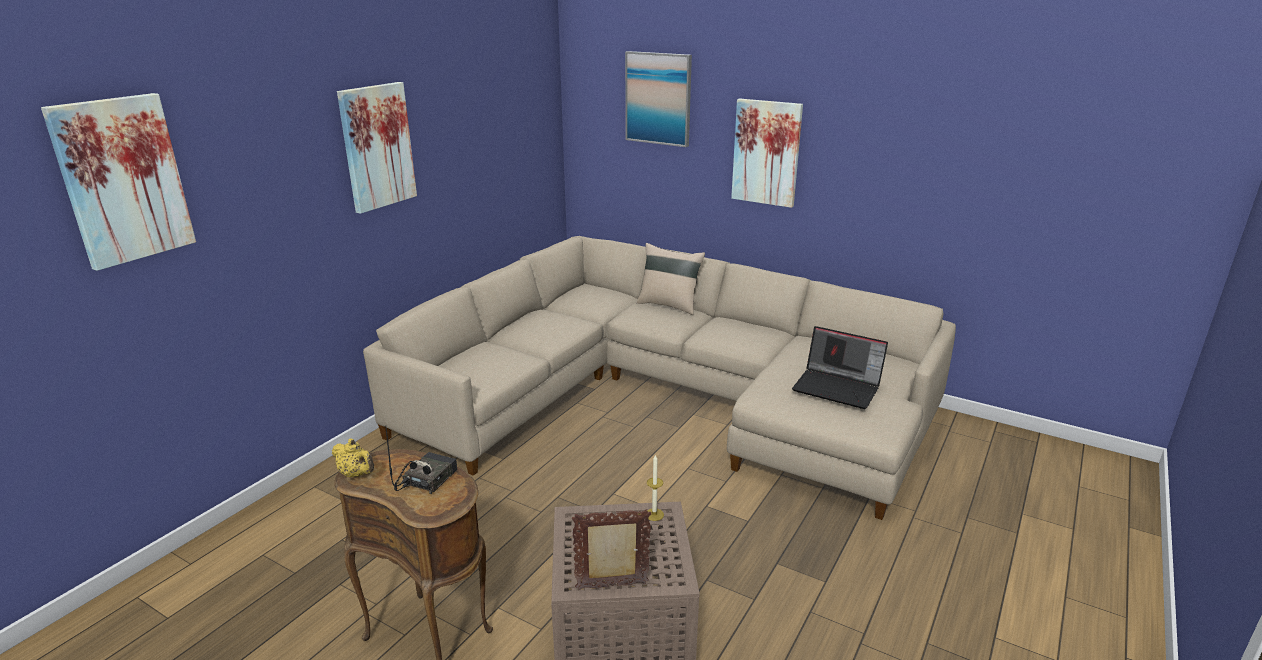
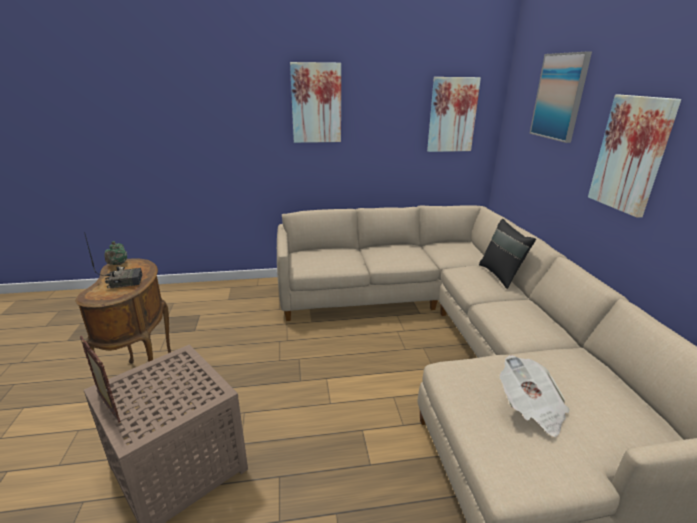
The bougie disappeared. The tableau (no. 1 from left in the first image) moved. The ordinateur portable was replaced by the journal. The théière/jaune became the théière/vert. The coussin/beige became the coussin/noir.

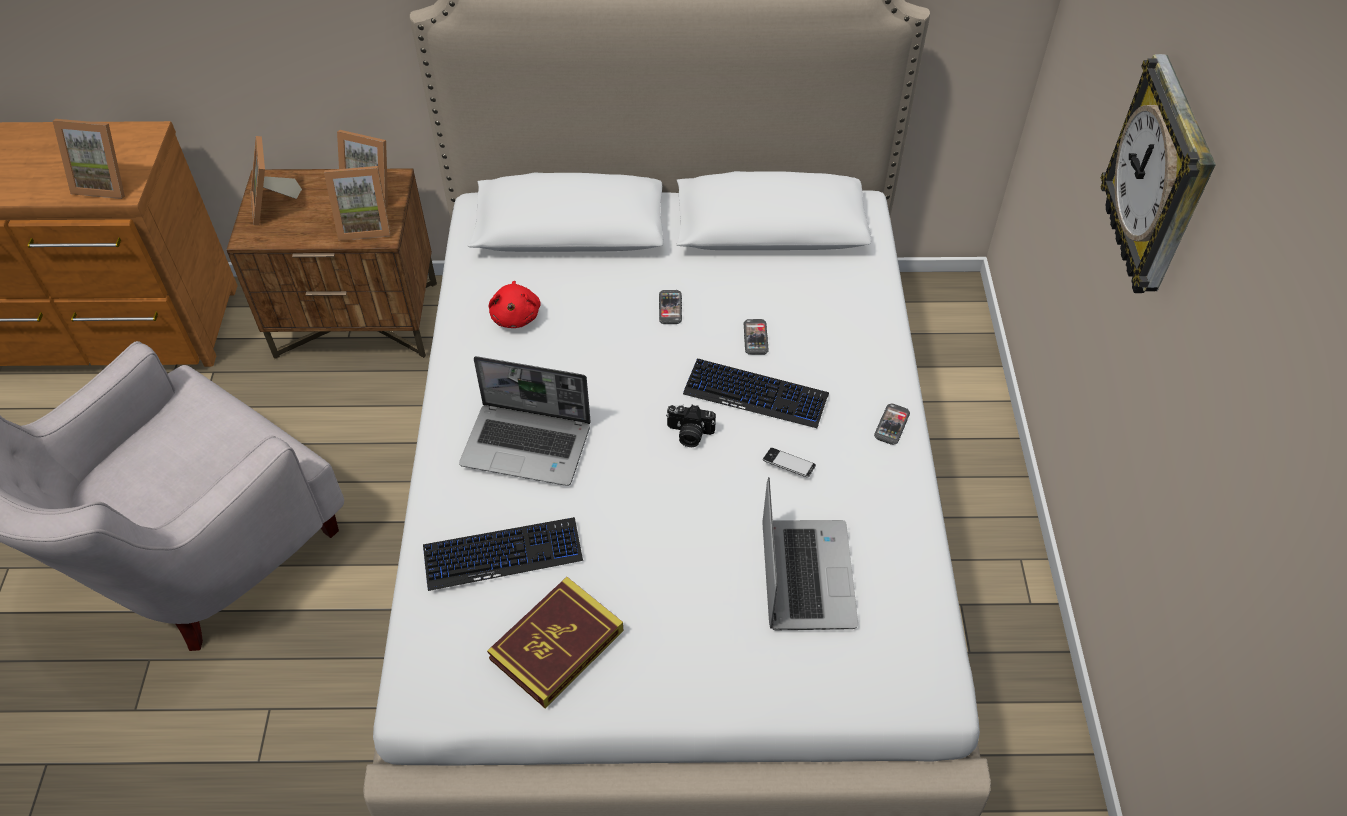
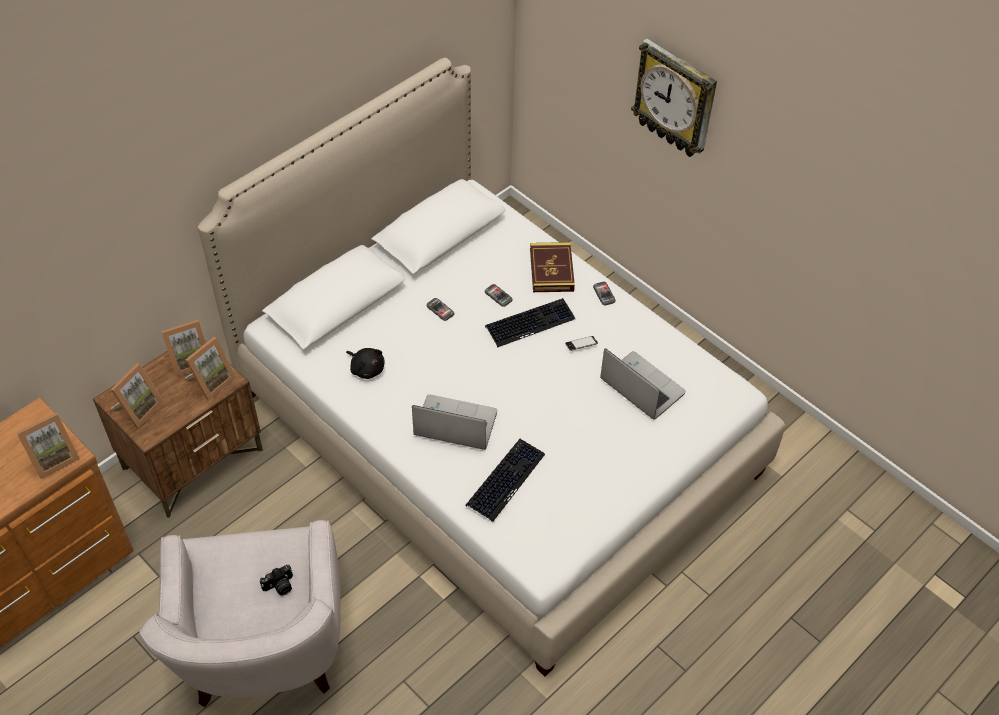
The livre moved. The appareil photo moved. The peluche/rouge became the peluche/noir. The cadre photo (no. 2 from left) turned 90 degrees counterclockwise. The ordinateur portable (no. 1 from left) turned 135 degrees counterclockwise.

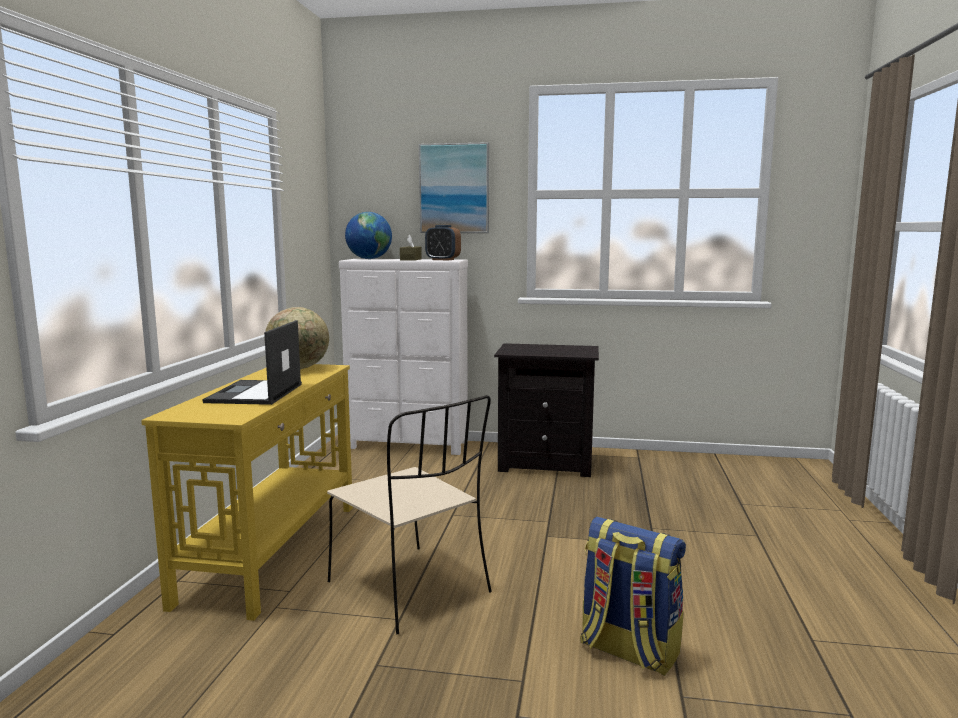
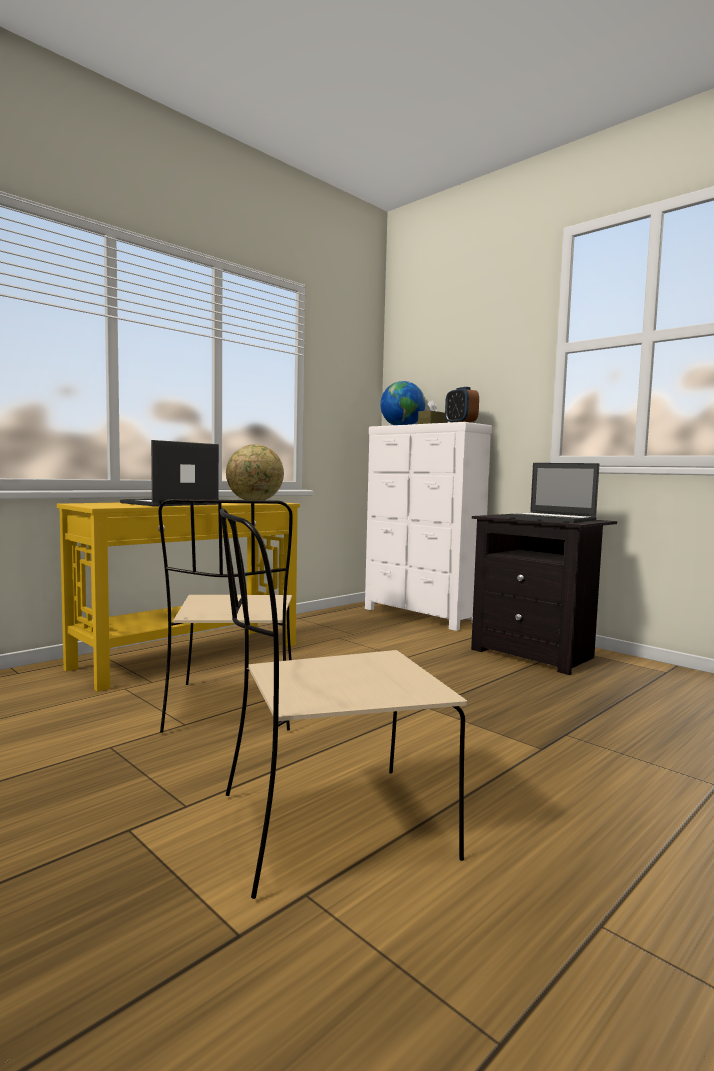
The tableau disappeared. The ordinateur portable (no. 2 from left) appeared. The sac à dos was replaced by the chaise/beige (no. 2 from left).

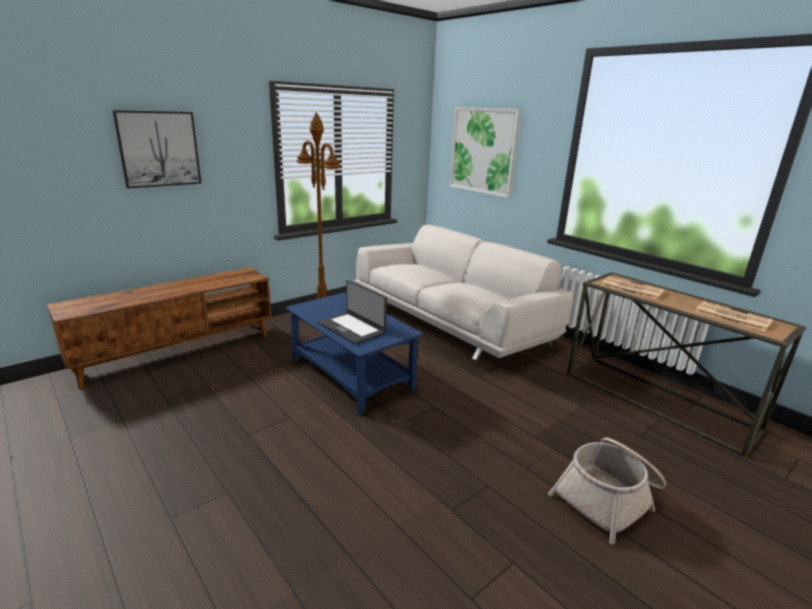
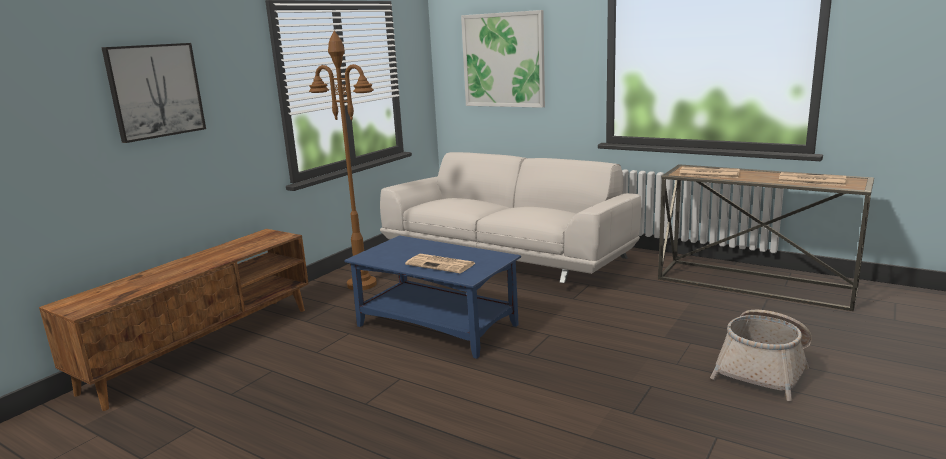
The ordinateur portable was replaced by the journal (no. 1 from left).

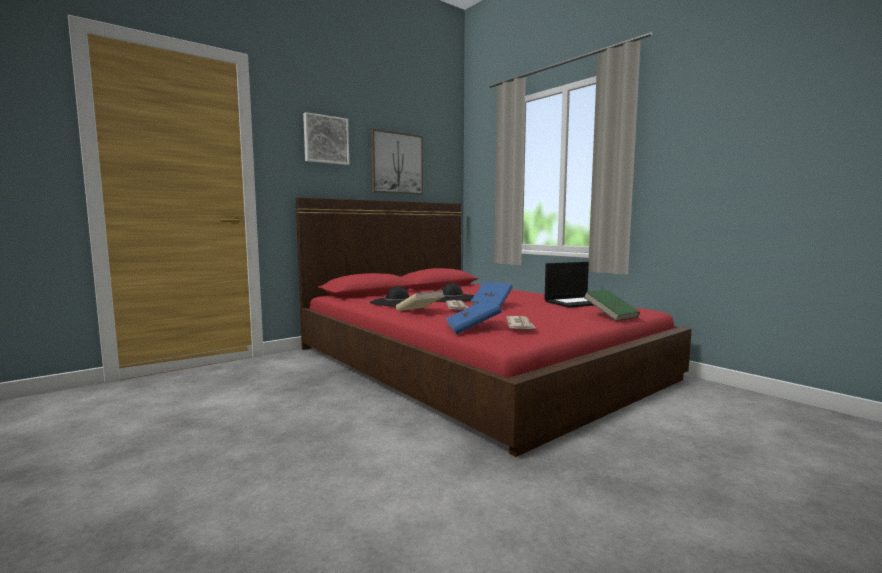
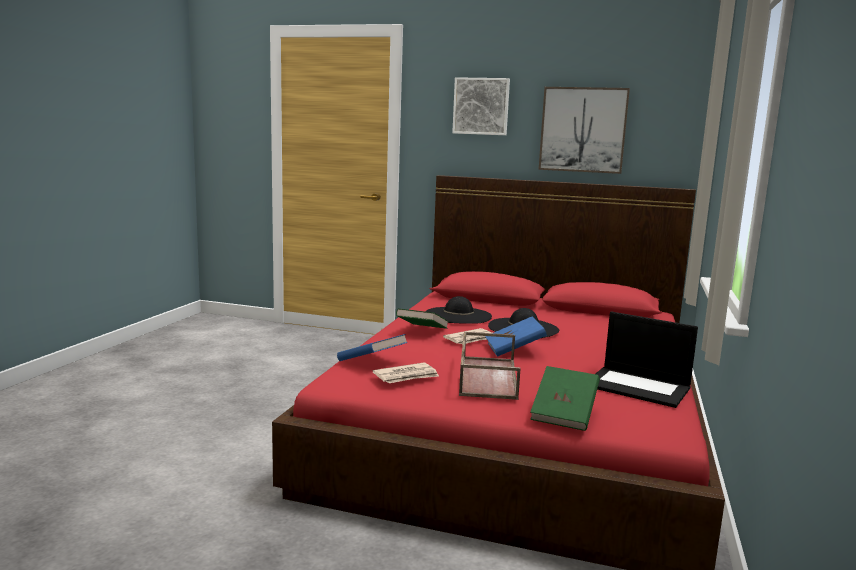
The plateau/marron appeared. The livre/beige became the livre/vert (no. 1 from left).

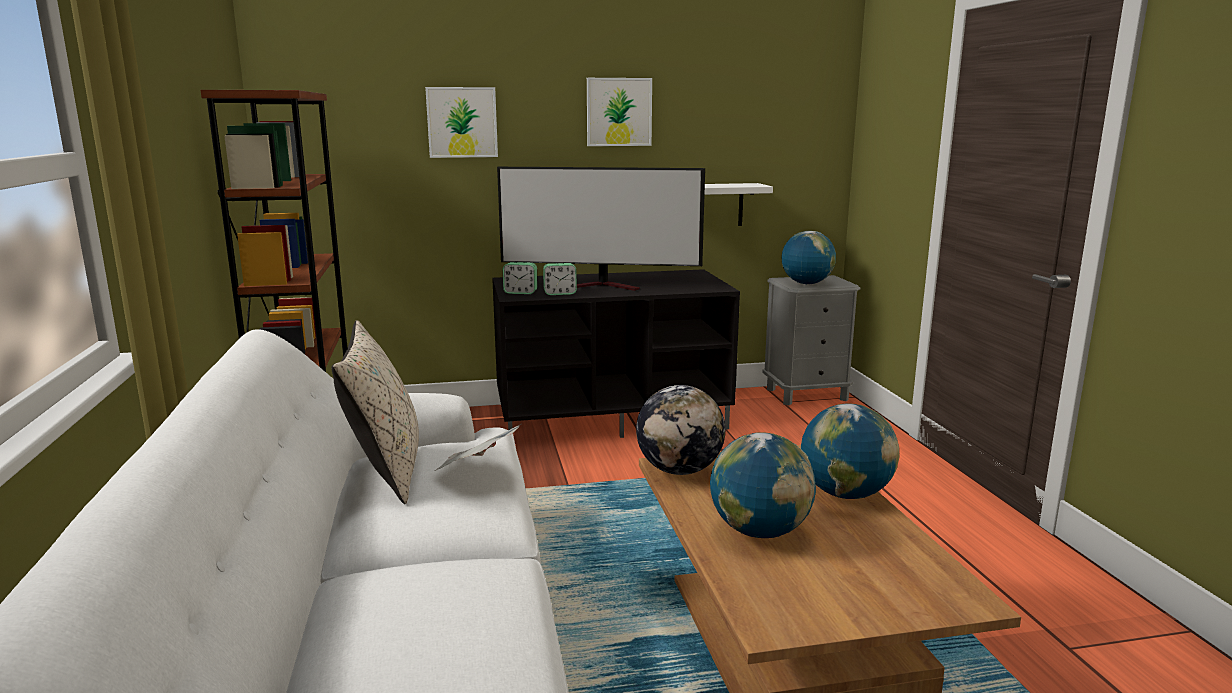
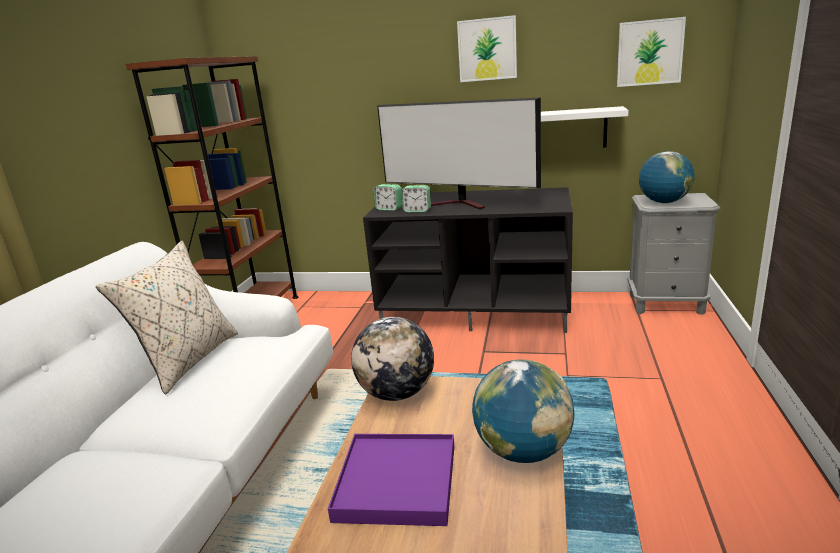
The journal disappeared. The tableau (no. 1 from left in the first image) moved. The globe (no. 2 from left) was replaced by the plateau/violet.

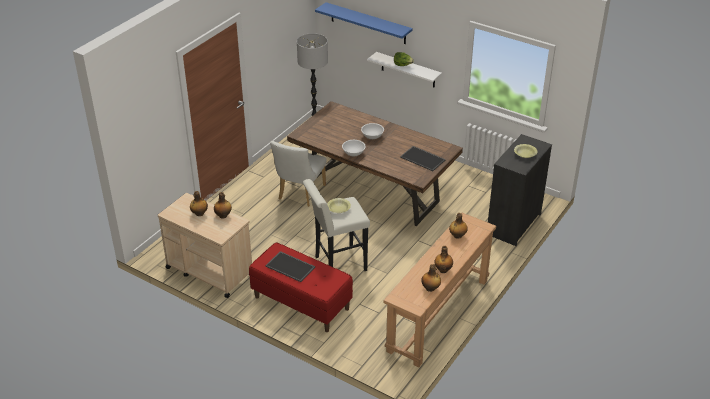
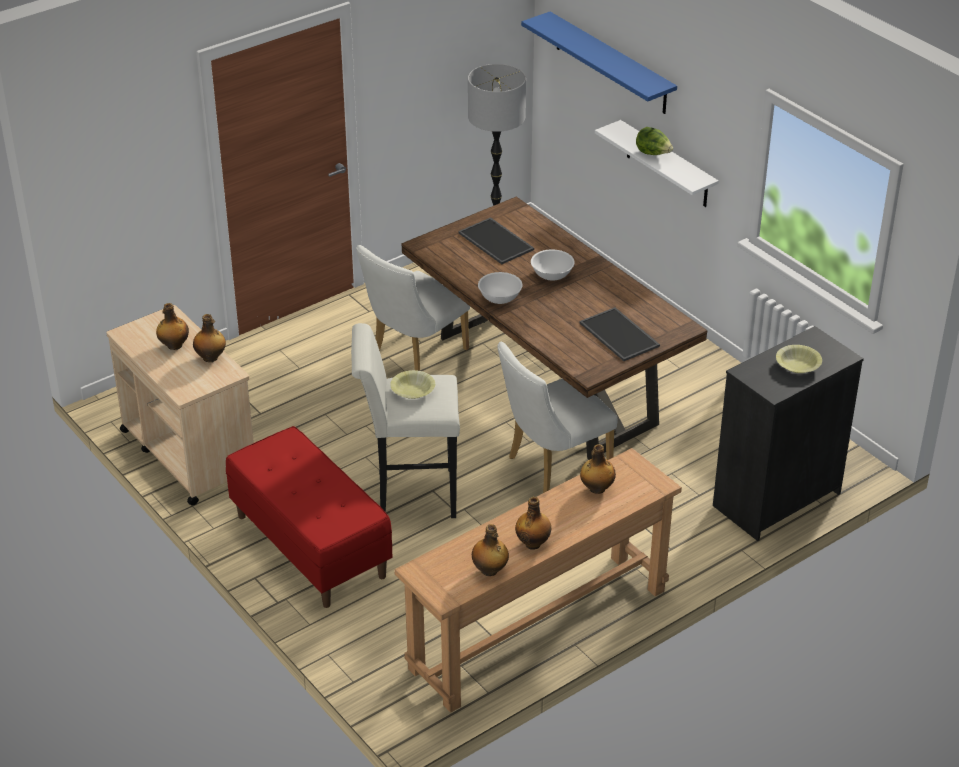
The chaise/blanc (no. 2 from left) appeared. The plateau (no. 1 from left) moved.

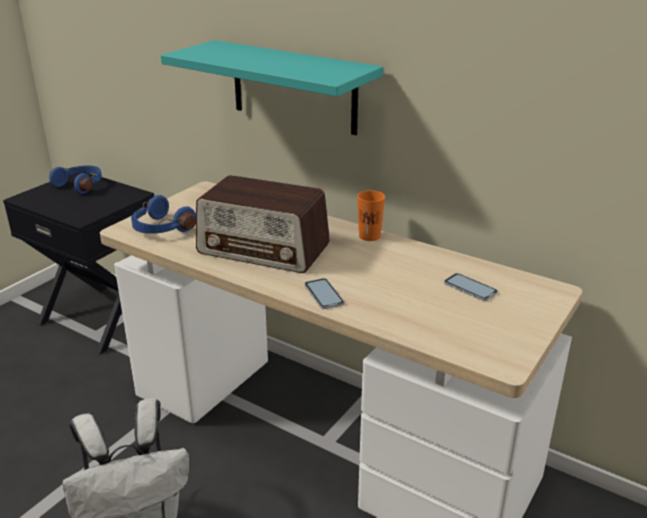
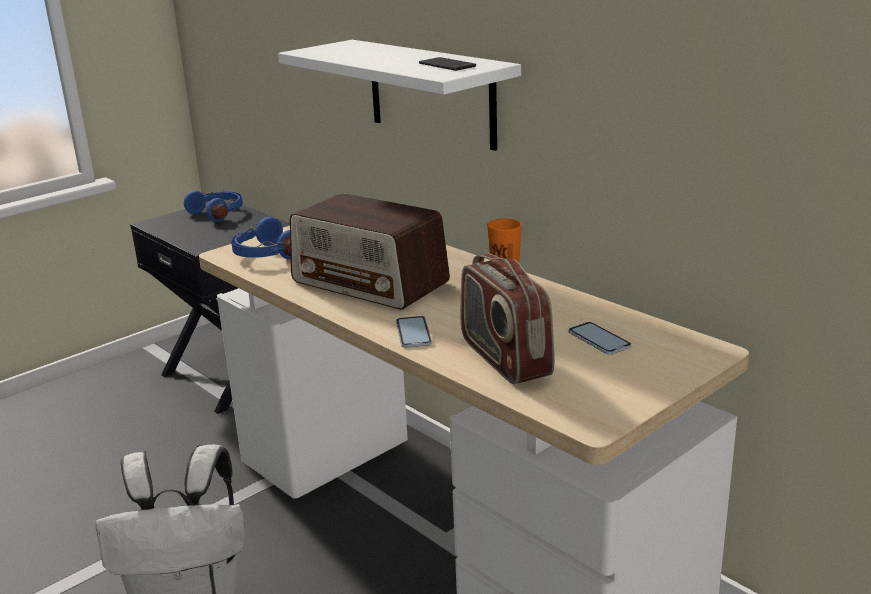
The téléphone (no. 2 from left) appeared. The radio (no. 2 from left) appeared. The étagère/turquoise became the étagère/blanc.

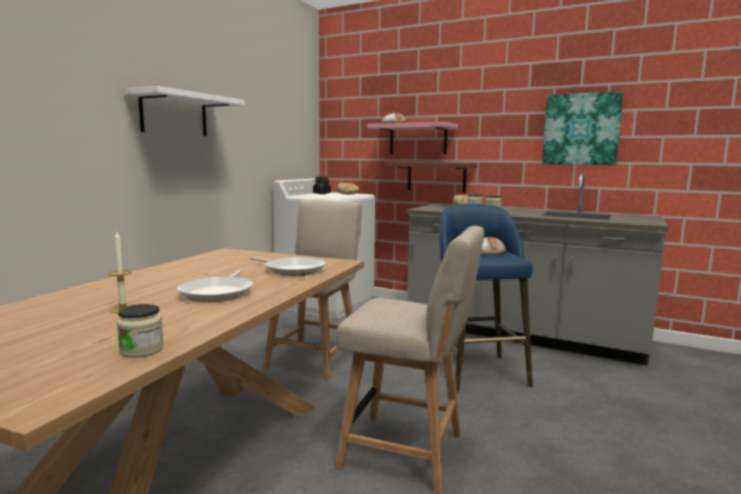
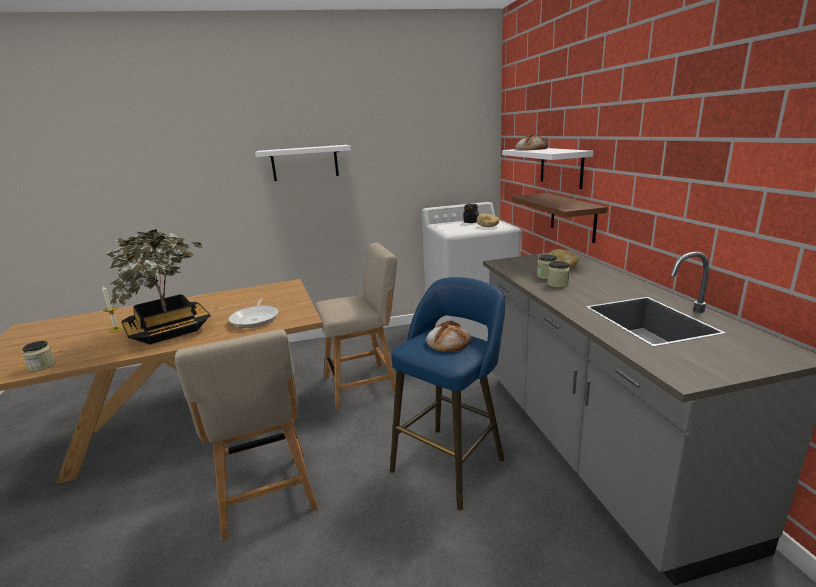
The tableau disappeared. The poêle (no. 1 from left) was replaced by the plante en pot. The étagère/rose became the étagère/blanc (no. 2 from left).

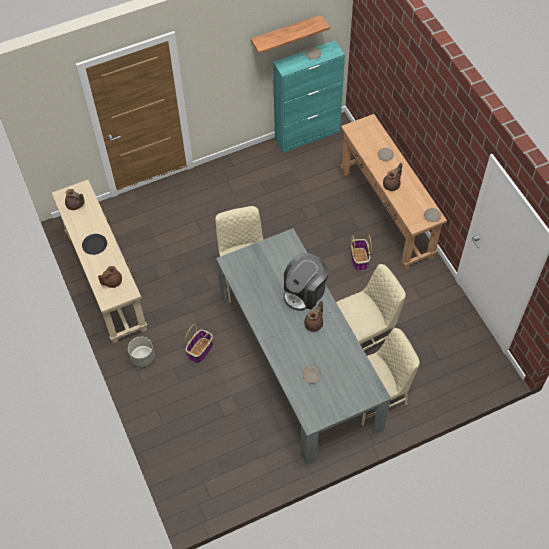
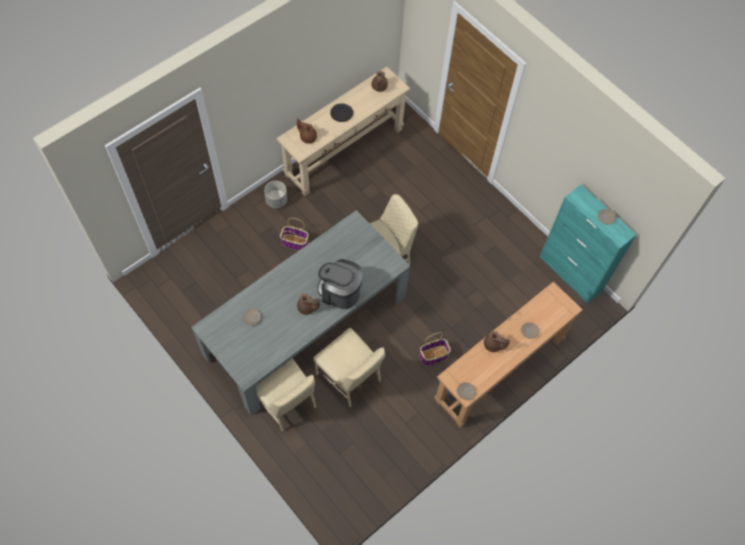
The étagère disappeared.

